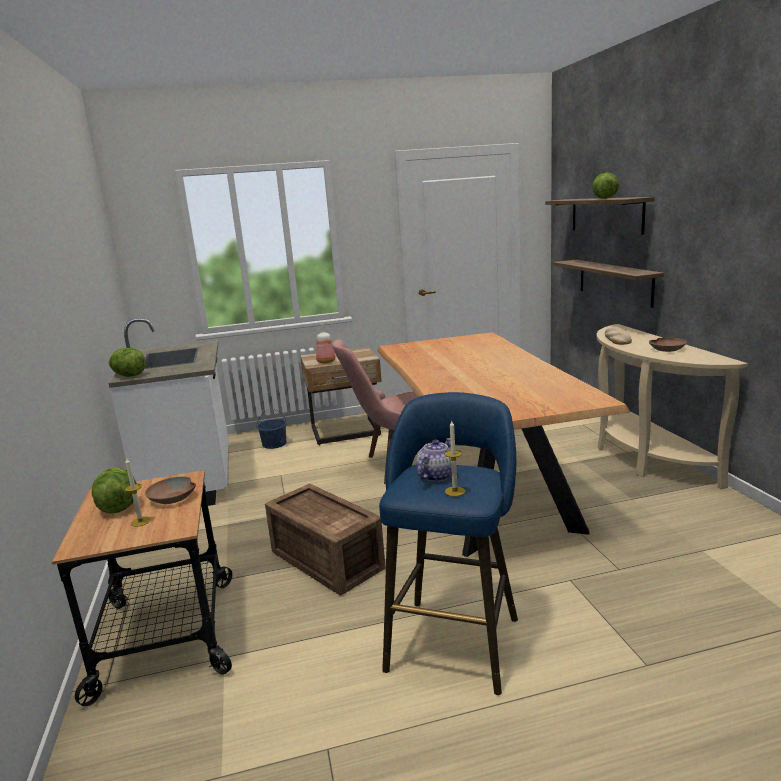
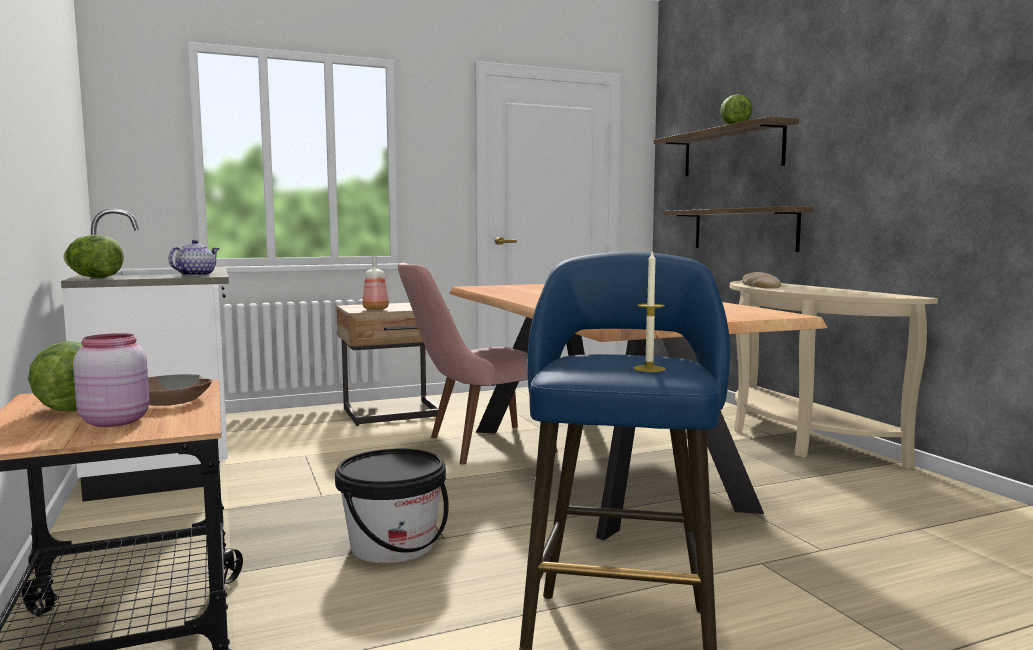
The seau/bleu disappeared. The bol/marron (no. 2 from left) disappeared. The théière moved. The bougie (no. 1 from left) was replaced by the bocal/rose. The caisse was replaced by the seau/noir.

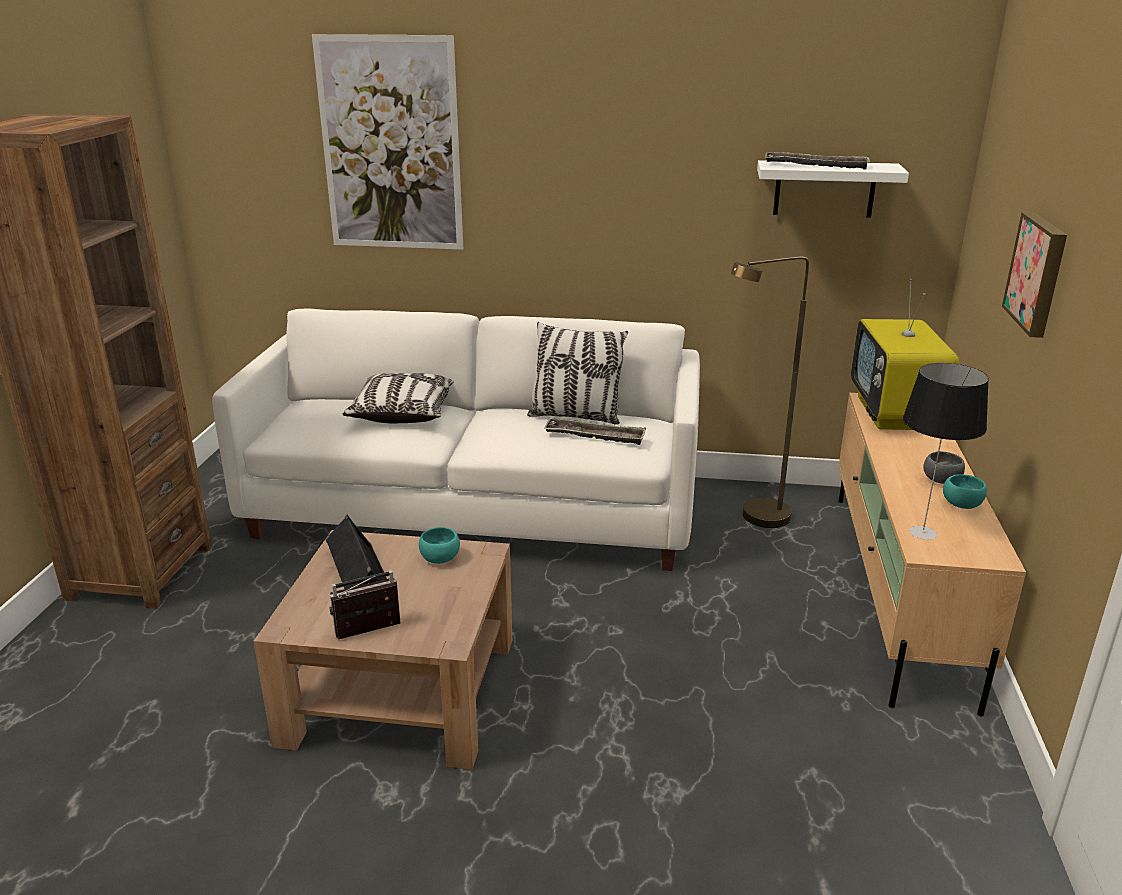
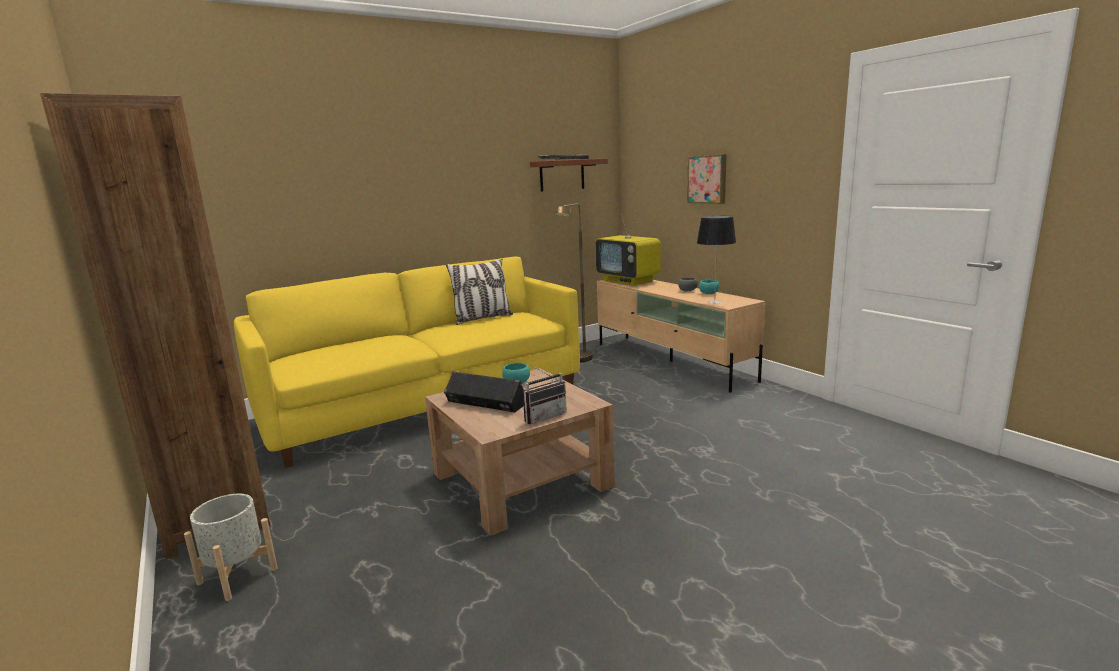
The tableau (no. 1 from left) disappeared. The coussin (no. 1 from left) disappeared. The plateau (no. 1 from left) disappeared. The cache-pot/gris appeared. The canapé/blanc became the canapé/jaune. The étagère/blanc became the étagère/marron. The radio turned 150 degrees counterclockwise.

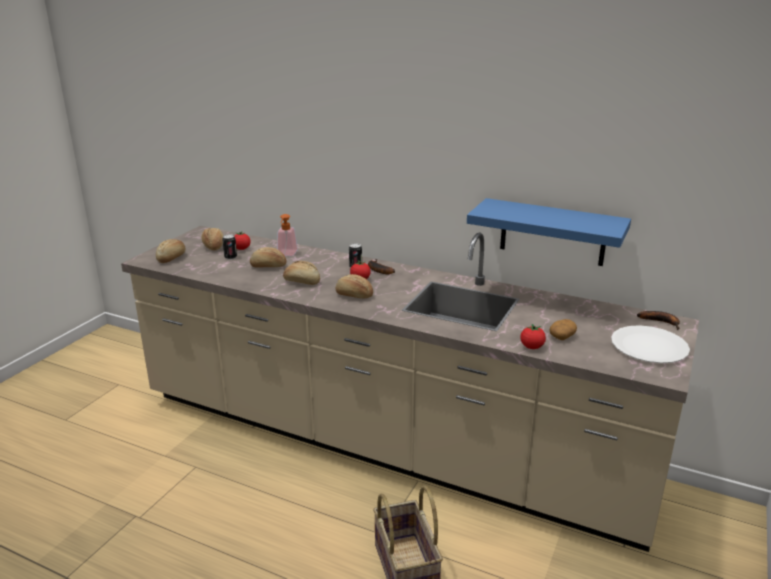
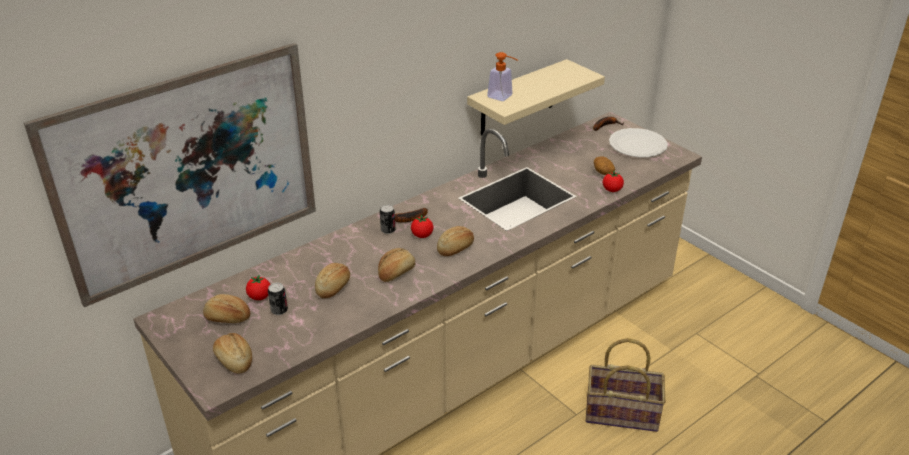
The tableau appeared. The distributeur de savon moved. The étagère/bleu became the étagère/beige.

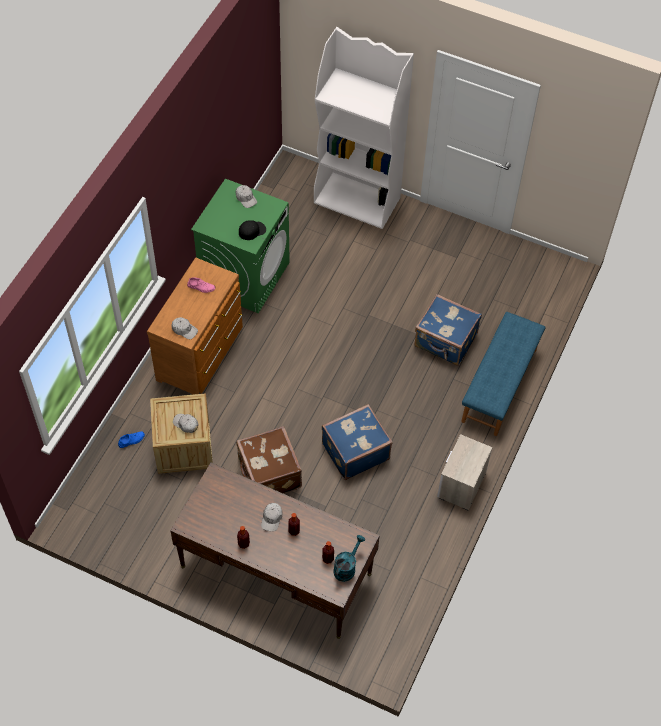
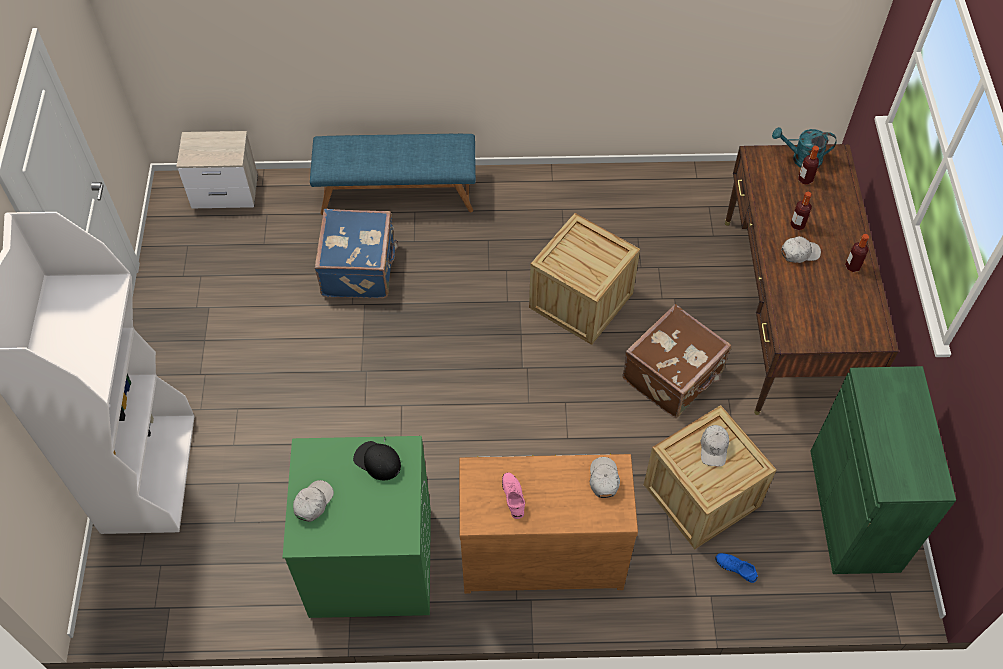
The meuble de rangement/vert appeared. The table de chevet moved. The valise/bleu (no. 1 from left) was replaced by the caisse (no. 1 from left).

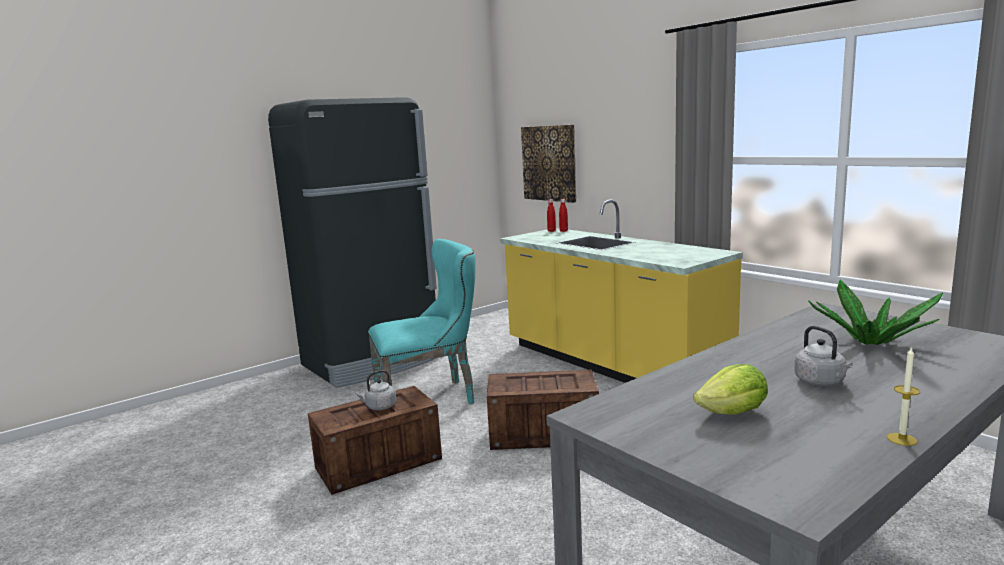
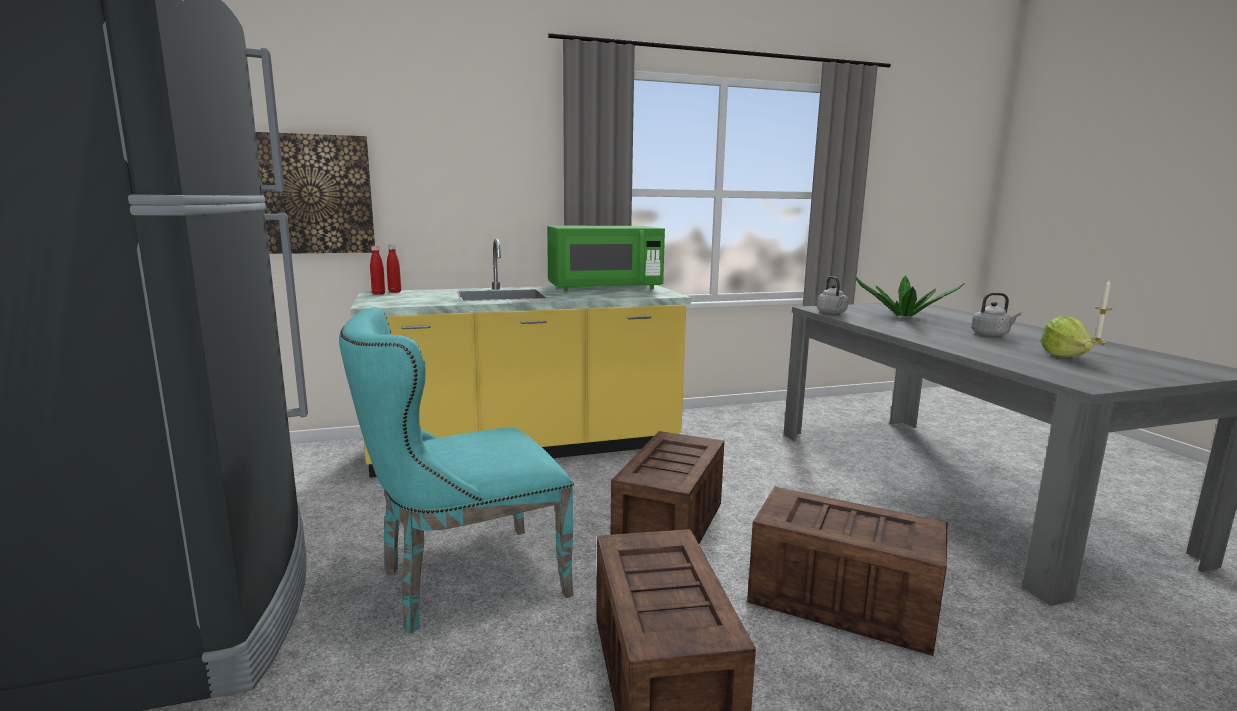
The micro-ondes/vert appeared. The caisse (no. 3 from left) appeared. The bouilloire/gris (no. 1 from left) moved. The chaise/turquoise turned 120 degrees counterclockwise.

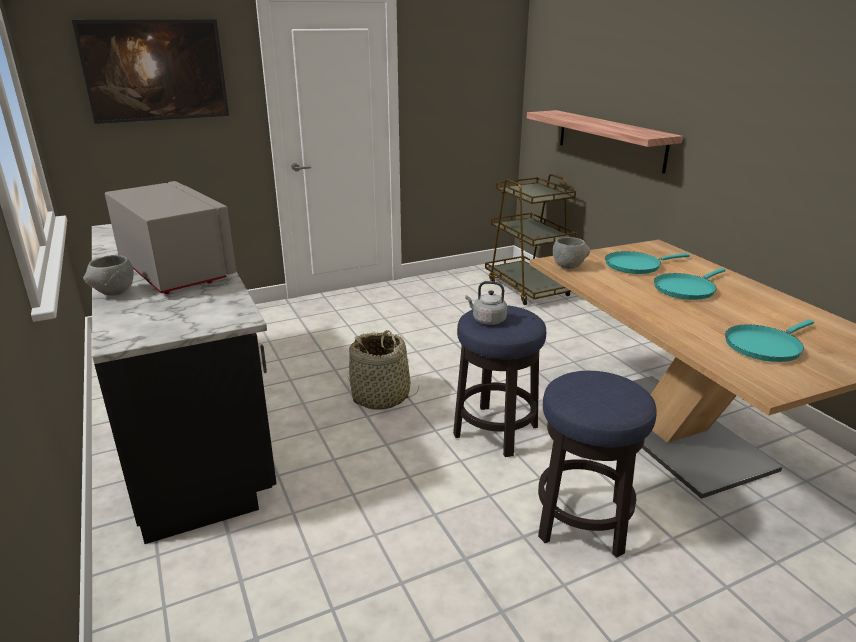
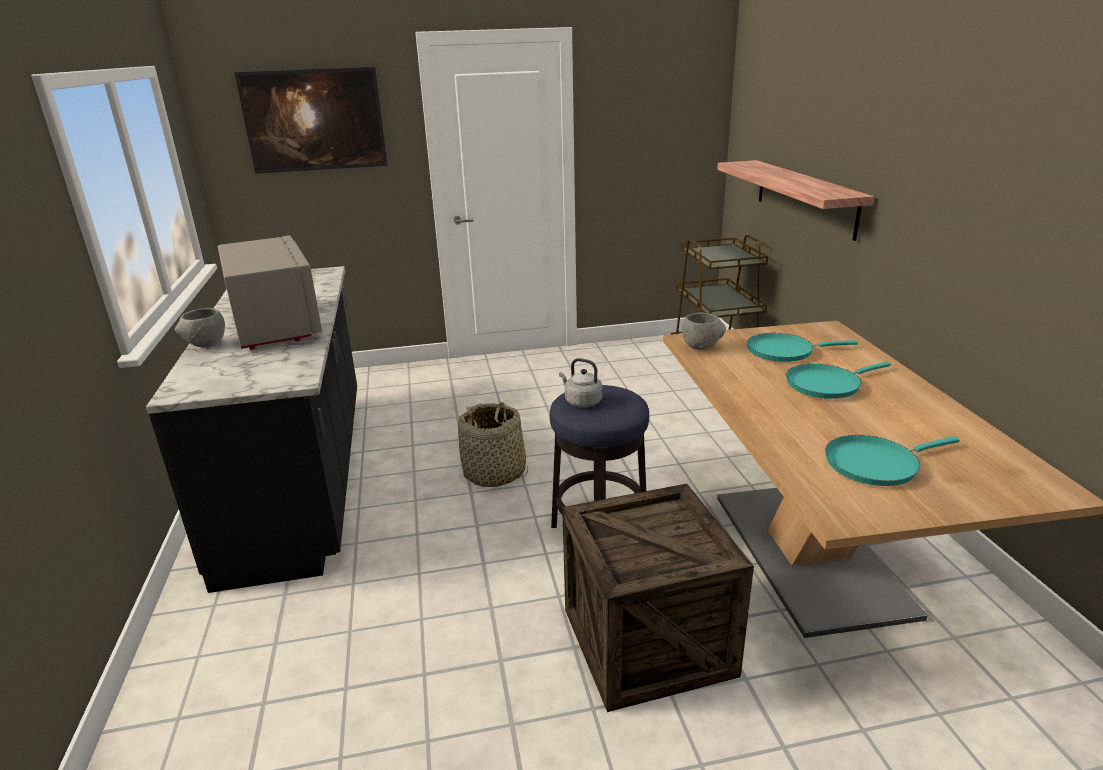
The tabouret (no. 2 from left) was replaced by the caisse.

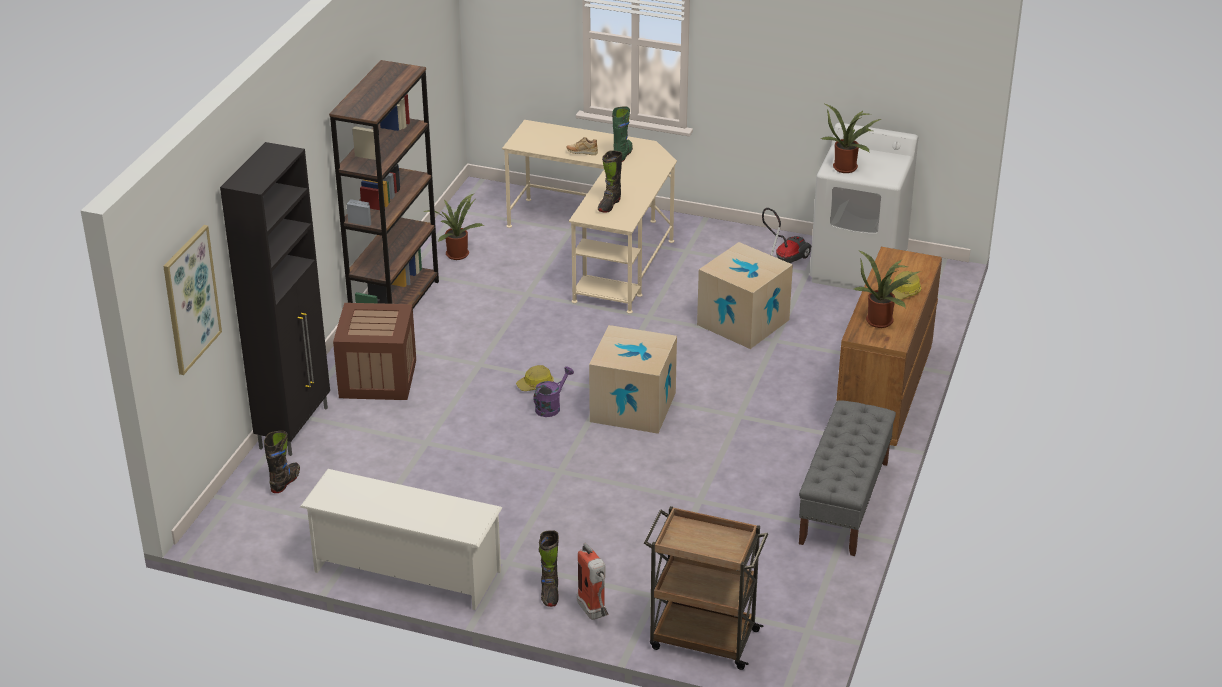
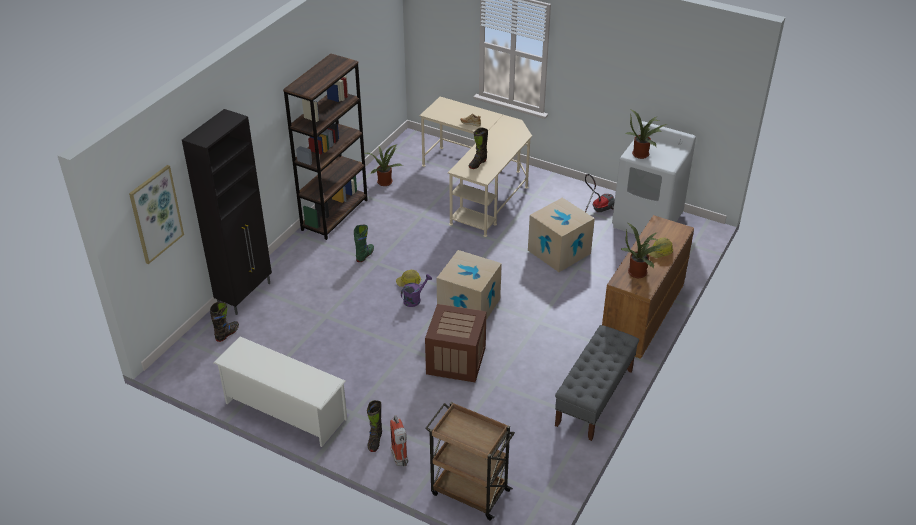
The caisse moved. The botte/vert moved.

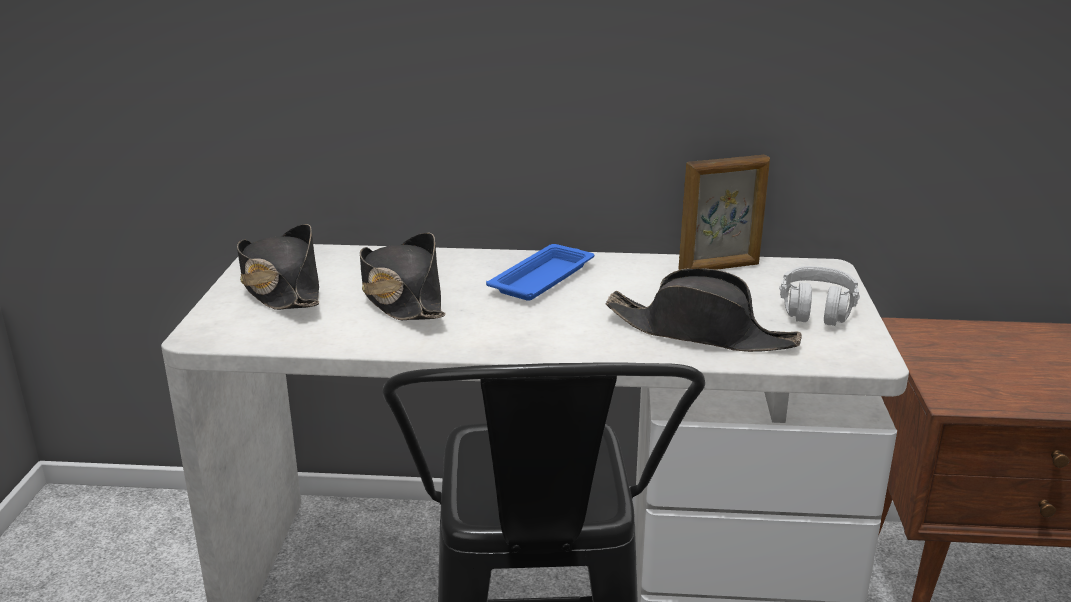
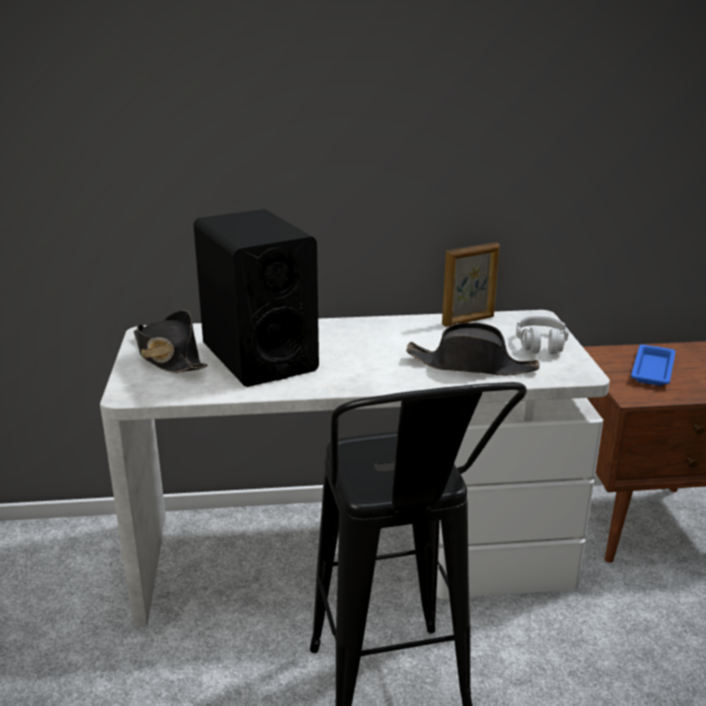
The plateau/bleu moved. The chapeau/noir (no. 2 from left) was replaced by the enceinte/noir.

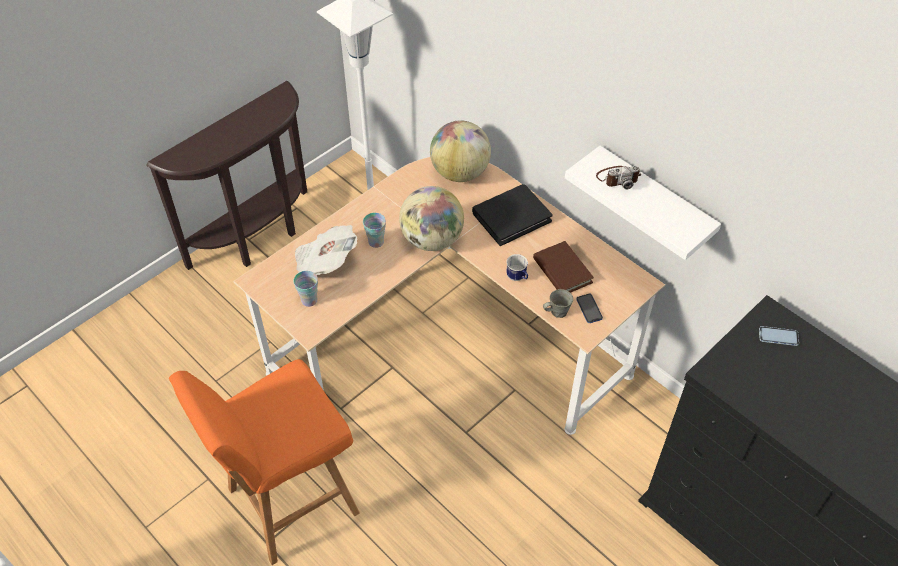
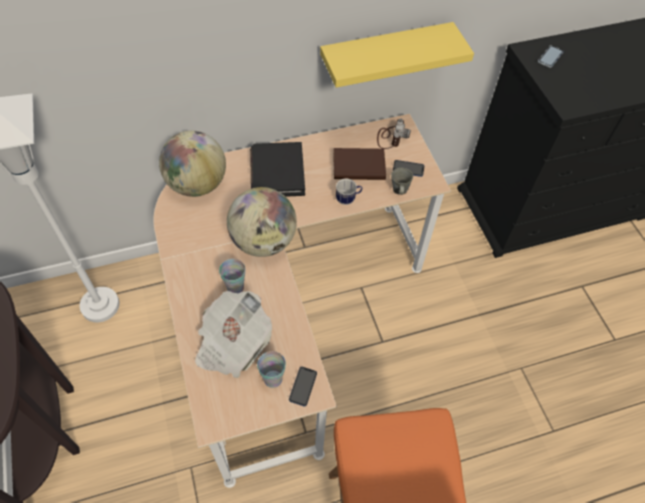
The téléphone (no. 1 from left) appeared. The appareil photo moved. The étagère/blanc became the étagère/jaune.

